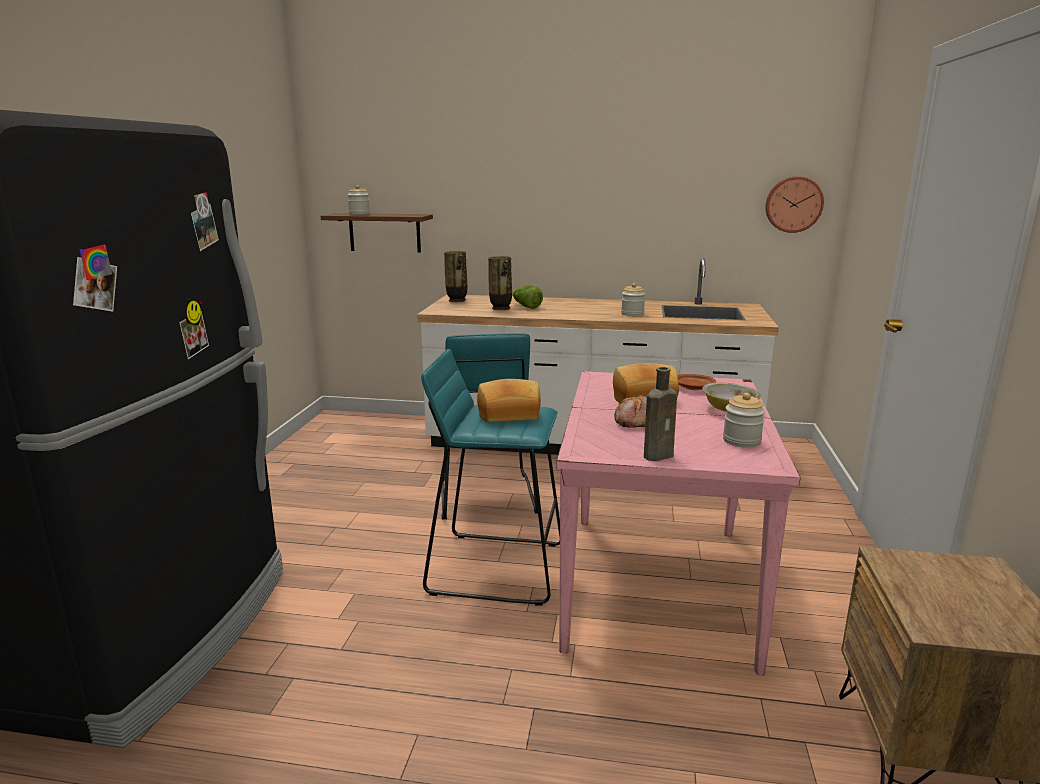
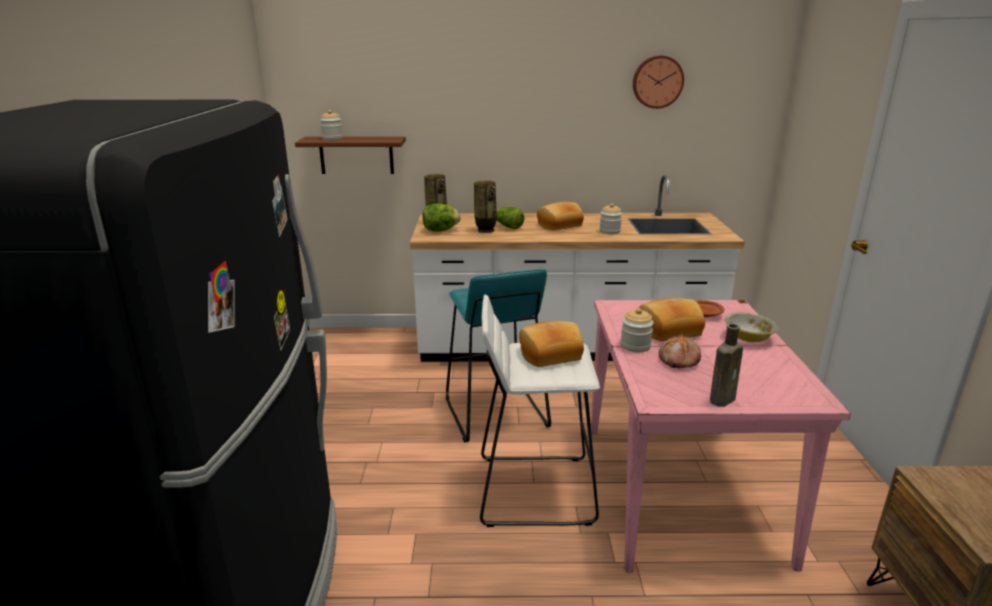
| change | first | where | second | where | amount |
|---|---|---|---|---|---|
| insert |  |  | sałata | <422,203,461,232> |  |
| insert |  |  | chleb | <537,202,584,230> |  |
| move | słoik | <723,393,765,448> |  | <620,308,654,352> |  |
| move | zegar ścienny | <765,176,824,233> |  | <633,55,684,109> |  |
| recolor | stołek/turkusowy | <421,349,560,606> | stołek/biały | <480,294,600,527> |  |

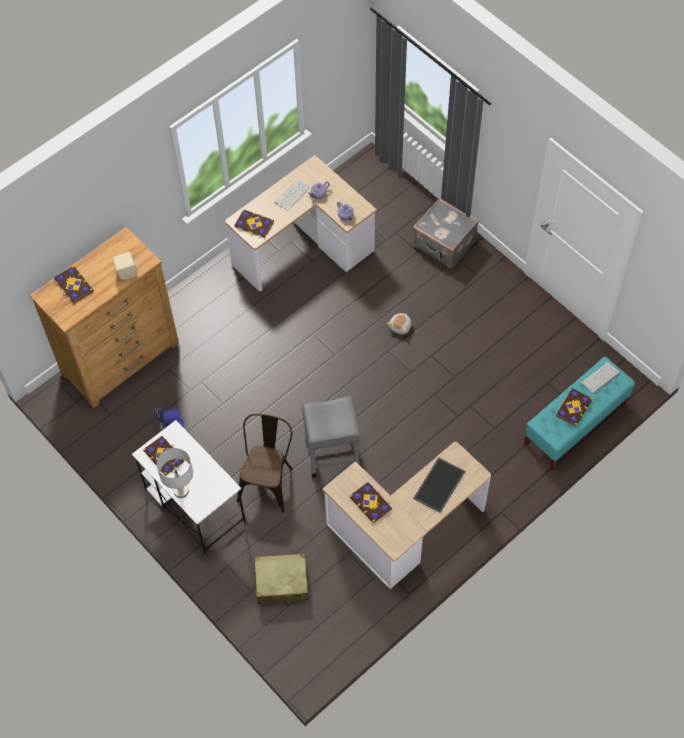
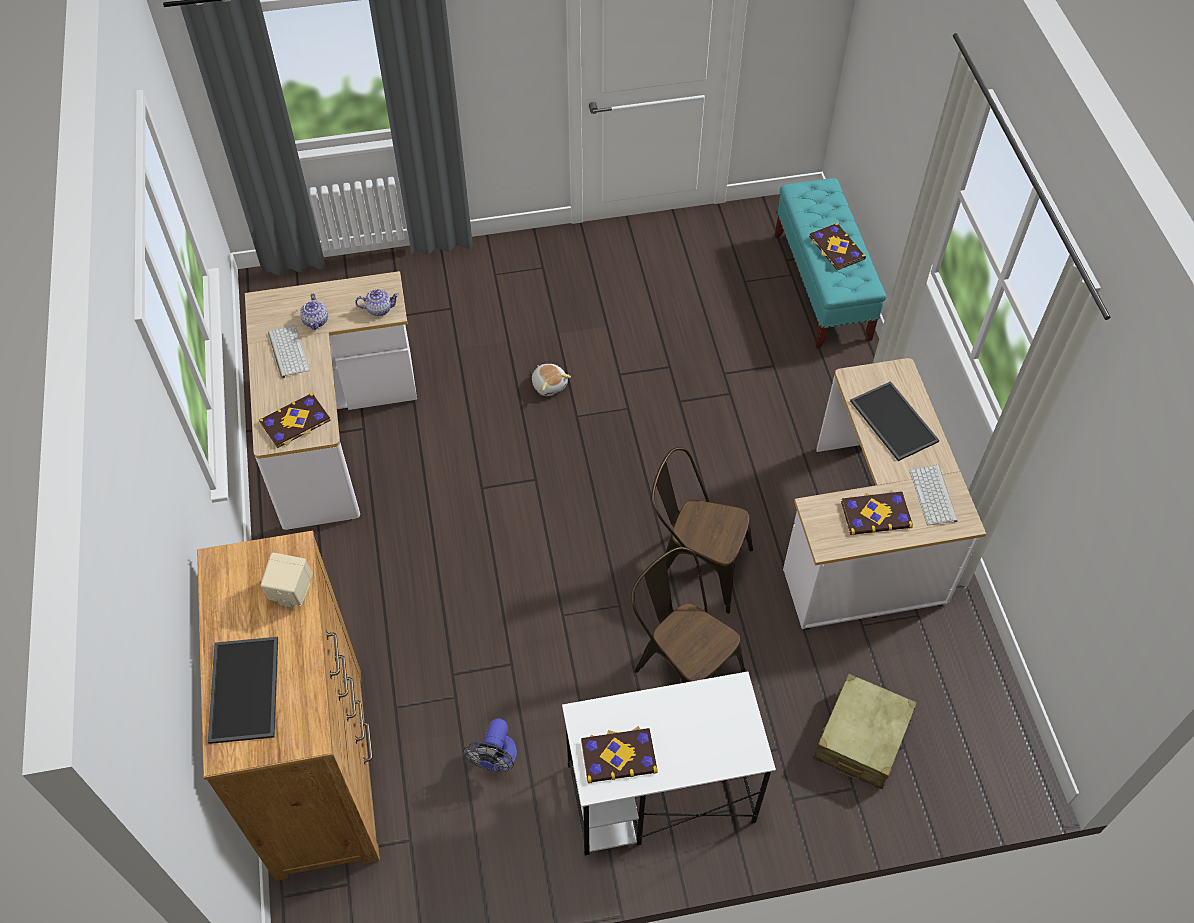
| change | first | where | second | where | amount |
|---|---|---|---|---|---|
| delete | lampa stołowa/szary | <157,448,193,498> |  |  |  |
| delete | walizka/szary | <412,198,478,269> |  |  |  |
| move | klawiatura | <581,362,620,394> |  | <909,465,958,525> |  |
| replace | książka | <54,266,94,304> | taca | <208,637,278,744> |  |
| replace | stołek/szary | <302,396,361,478> | krzesło/brązowy | <651,447,753,614> |  |

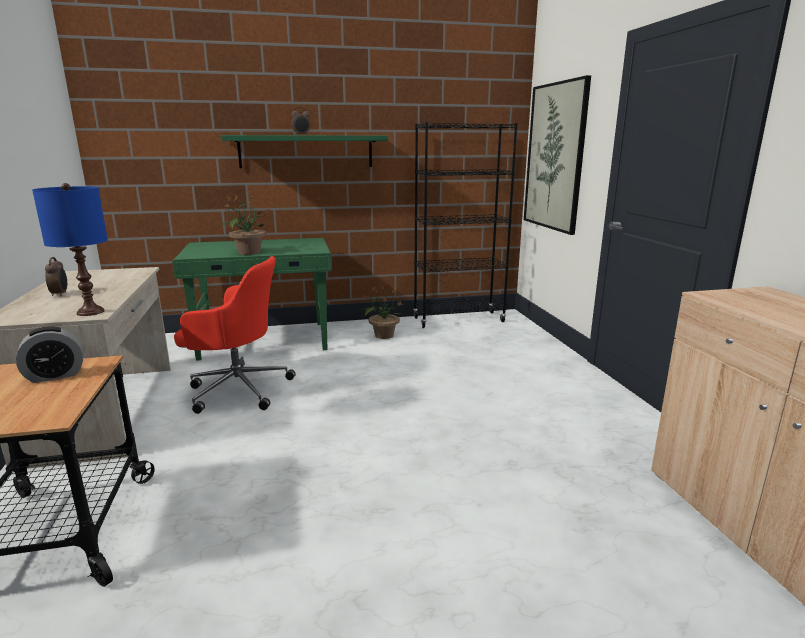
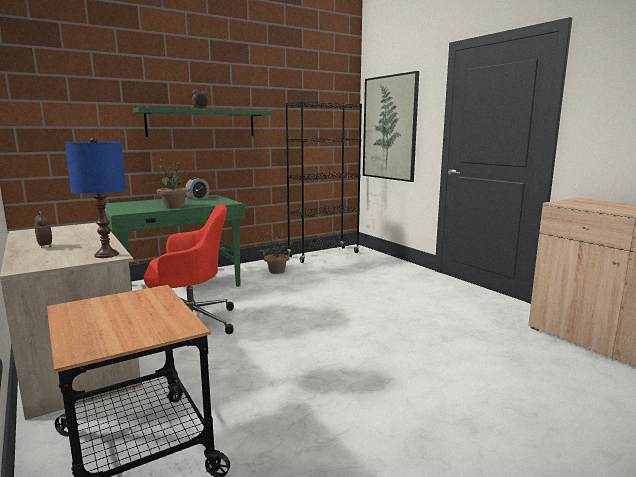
| change | first | where | second | where | amount |
|---|---|---|---|---|---|
| move | budzik | <16,326,83,383> |  | <185,177,209,200> |  |

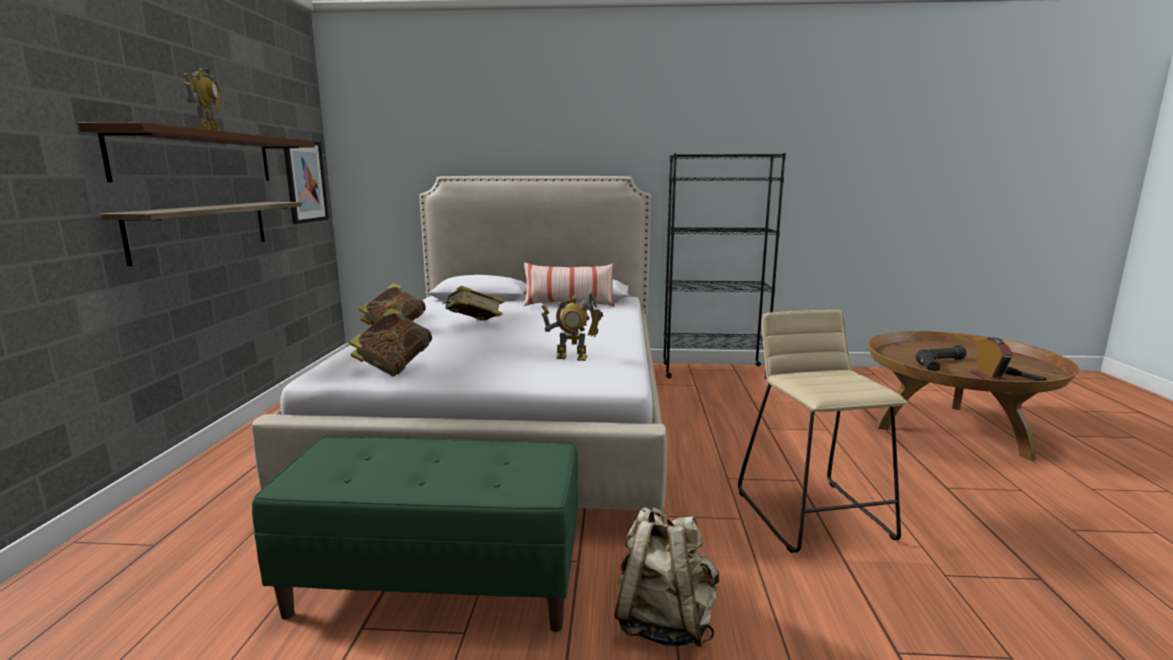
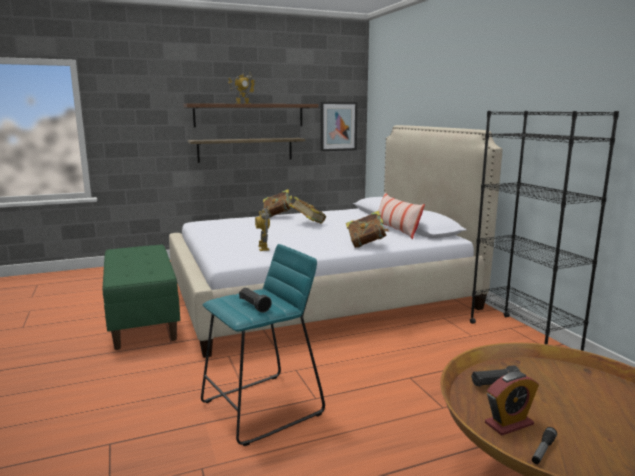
| change | first | where | second | where | amount |
|---|---|---|---|---|---|
| delete | plecak/beżowy | <614,507,719,647> |  |  |  |
| move | książka | <349,308,432,376> |  | <346,211,389,248> |  |
| move | latarka/czarny | <929,345,967,360> |  | <239,288,272,313> |  |
| recolor | stołek/beżowy | <738,310,907,553> | stołek/turkusowy | <201,244,325,446> |  |

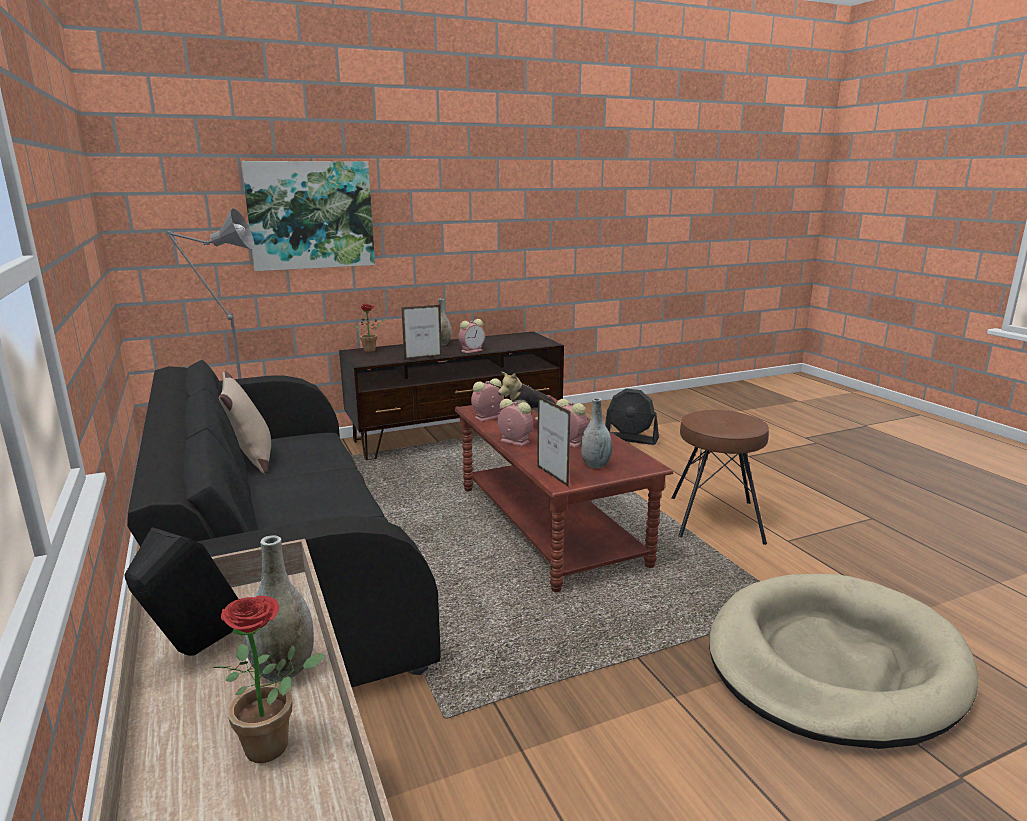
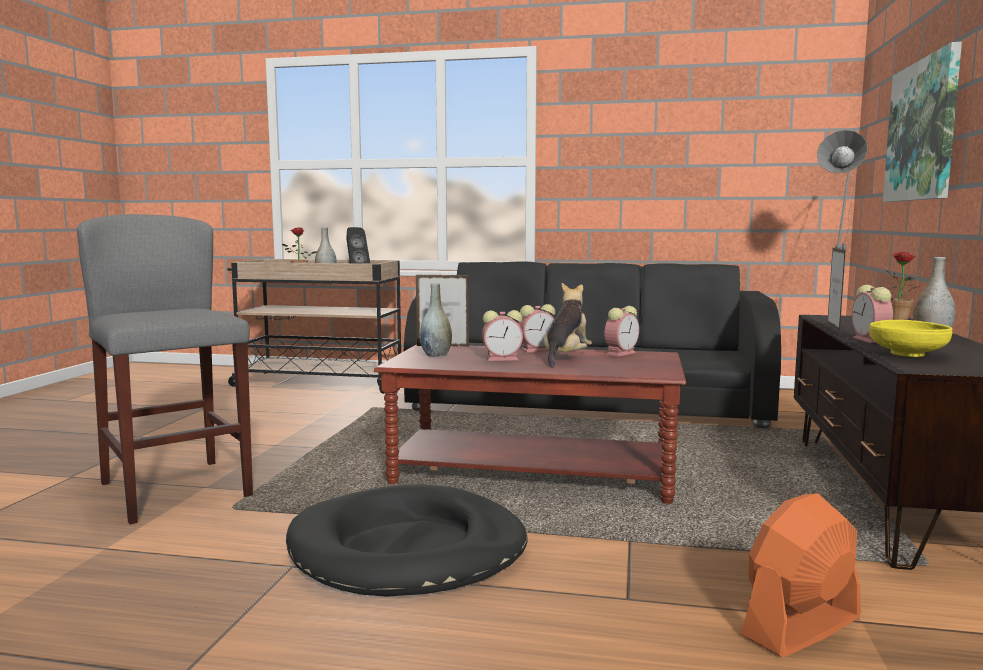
| change | first | where | second | where | amount |
|---|---|---|---|---|---|
| delete | poduszka/beżowy | <219,371,271,474> |  |  |  |
| insert |  |  | miska/żółty | <869,320,953,357> |  |
| replace | stołek/brązowy | <671,410,769,545> | legowisko/czarny | <286,484,528,597> |  |
| replace | legowisko/beżowy | <709,574,978,749> | stołek/szary | <77,214,253,524> |  |
| recolor | wentylator/czarny | <605,389,659,445> | wentylator/pomarańczowy | <741,493,861,657> |  |
| rotate | budzik | <471,378,504,422> |  | <604,306,639,357> | 45 degrees clockwise |

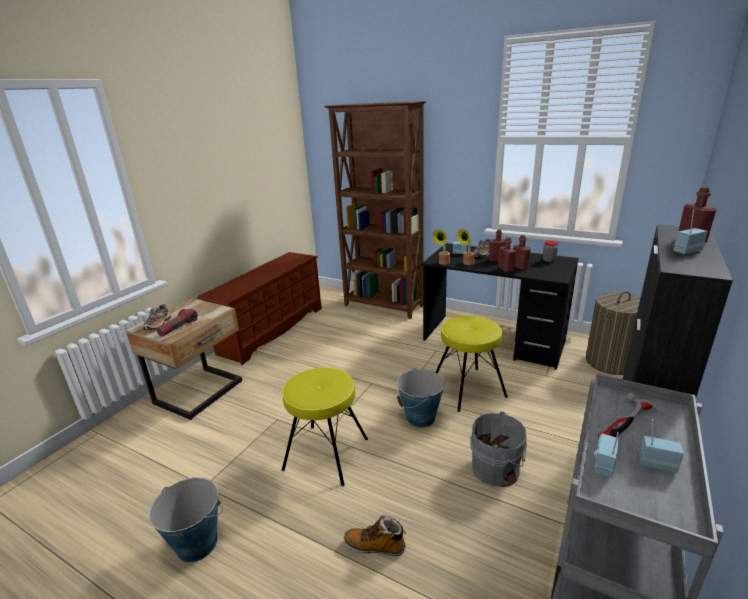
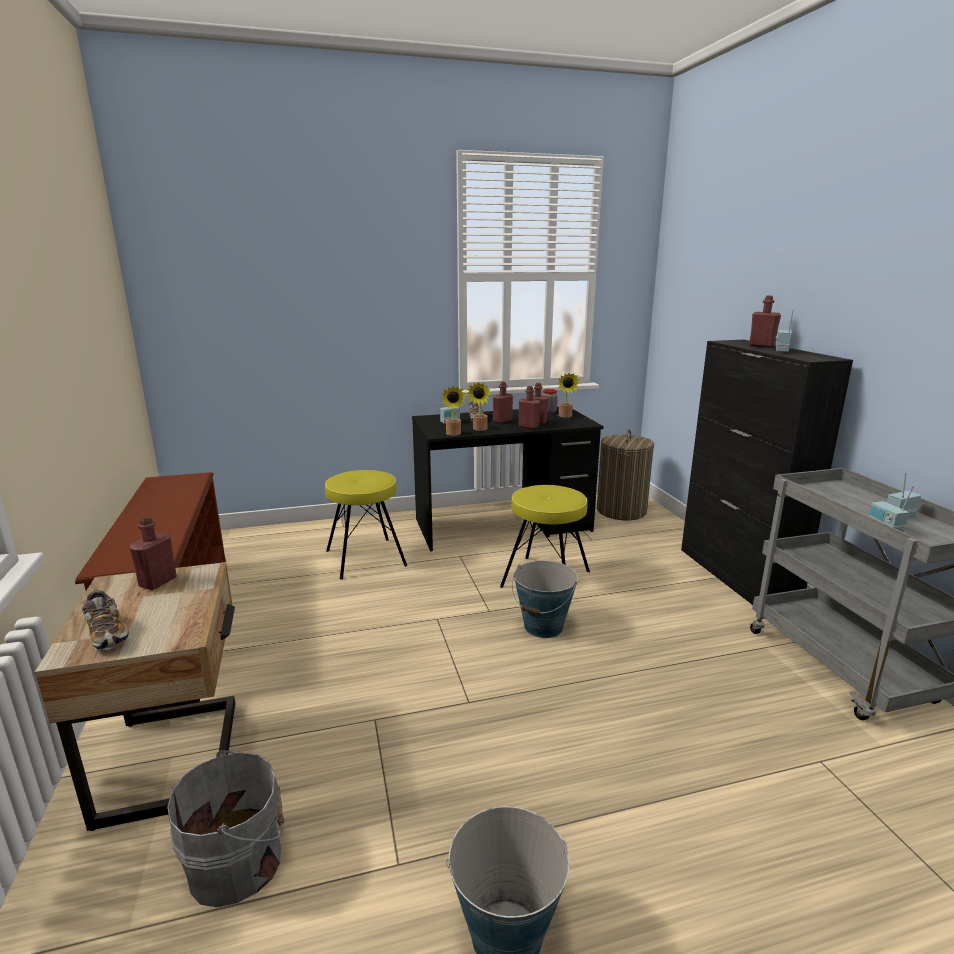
| change | first | where | second | where | amount |
|---|---|---|---|---|---|
| delete | latarka | <156,309,198,337> |  |  |  |
| delete | regał/brązowy | <324,101,427,319> |  |  |  |
| delete | but z cholewką | <344,515,406,556> |  |  |  |
| delete | młotek | <598,392,664,438> |  |  |  |
| insert |  |  | butelka/czerwony | <129,516,177,590> |  |
| insert |  |  | roślina doniczkowa | <557,373,581,418> |  |
| move | stołek/żółty | <282,367,368,486> |  | <325,470,407,580> |  |
| move | wiadro/szary | <471,411,527,487> |  | <167,750,284,907> |  |

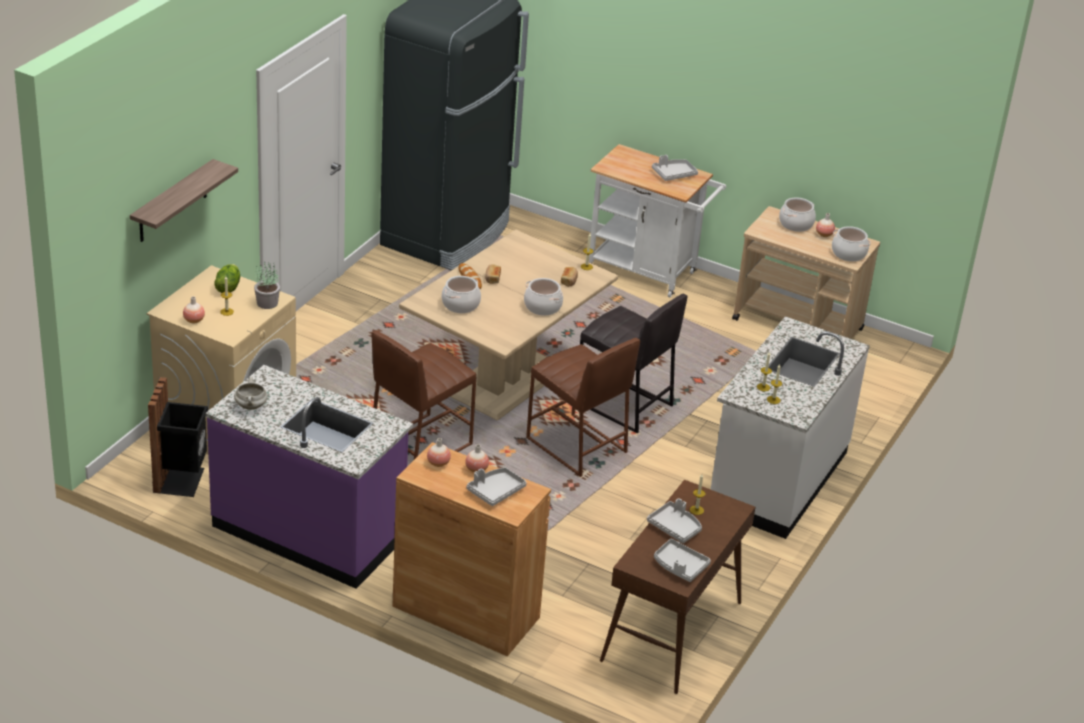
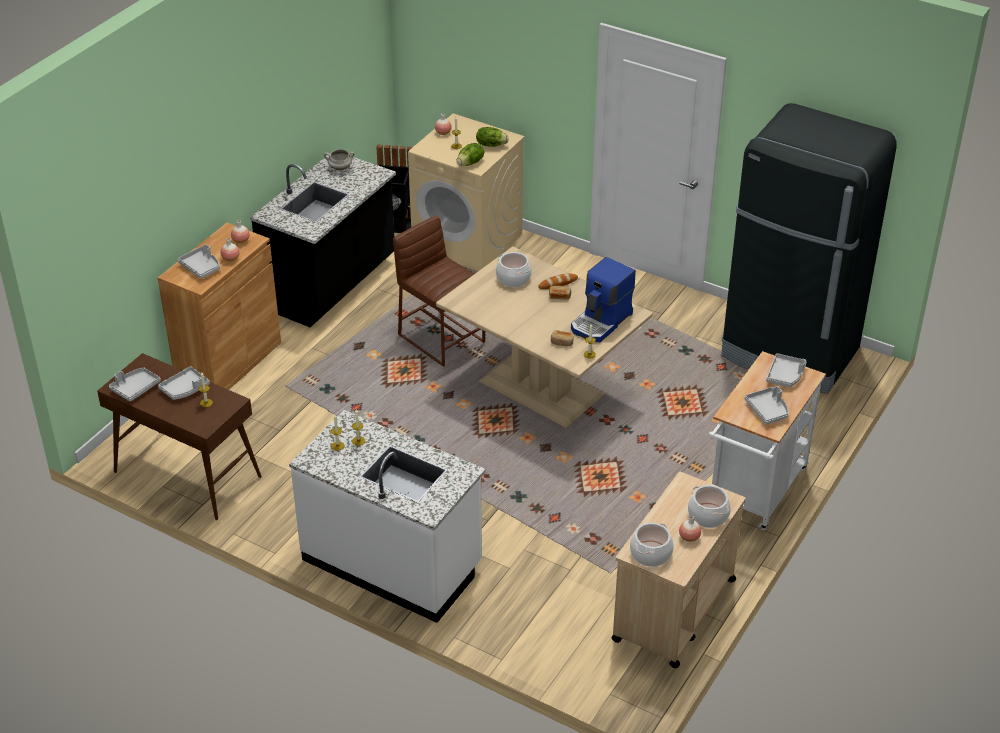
| change | first | where | second | where | amount |
|---|---|---|---|---|---|
| delete | półka | <130,159,238,242> |  |  |  |
| delete | garnek | <524,278,563,316> |  |  |  |
| delete | stołek/brązowy | <526,338,640,477> |  |  |  |
| delete | stołek/szary | <580,294,688,433> |  |  |  |
| insert |  |  | ekspres do kawy | <571,257,636,342> |  |
| insert |  |  | taca/szary | <766,353,807,387> |  |
| replace | roślina doniczkowa | <254,261,280,309> | sałata | <456,143,484,166> |  |
| recolor | zabudowa kuchenna/fioletowy | <205,365,413,589> | zabudowa kuchenna/czarny | <250,150,396,327> |  |

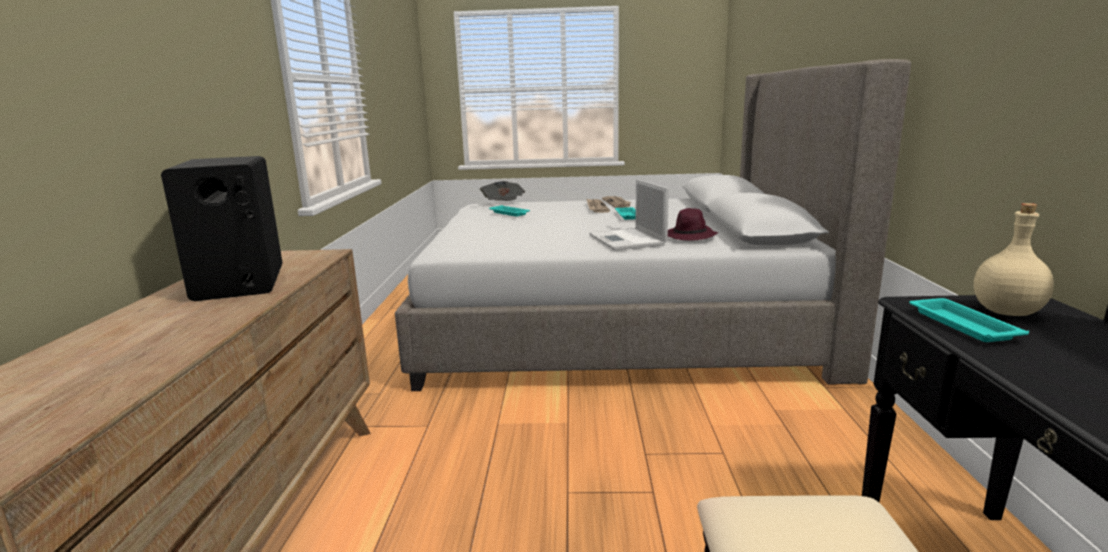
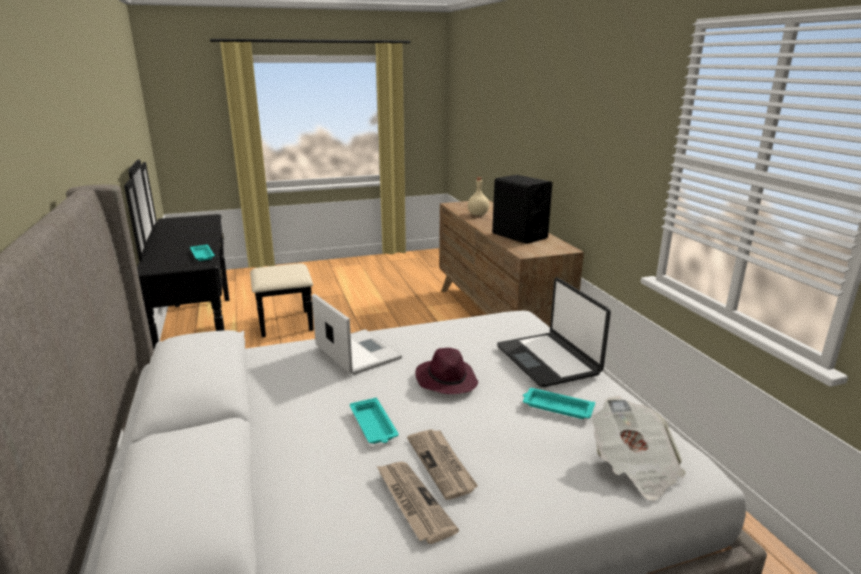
| change | first | where | second | where | amount |
|---|---|---|---|---|---|
| insert |  |  | laptop | <497,278,611,387> |  |
| move | kapelusz/fioletowy | <668,208,718,241> |  | <415,348,478,394> |  |
| move | butelka/beżowy | <974,203,1054,316> |  | <468,177,489,216> |  |

